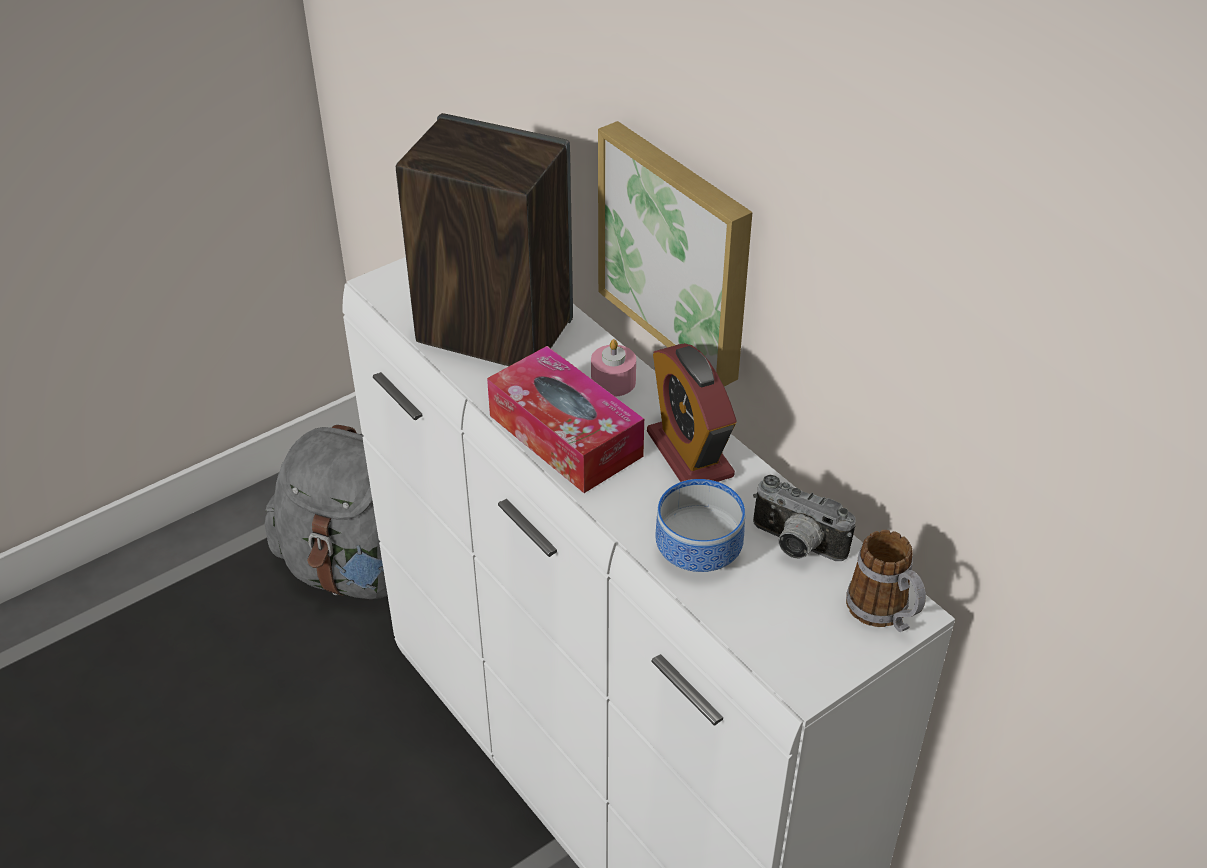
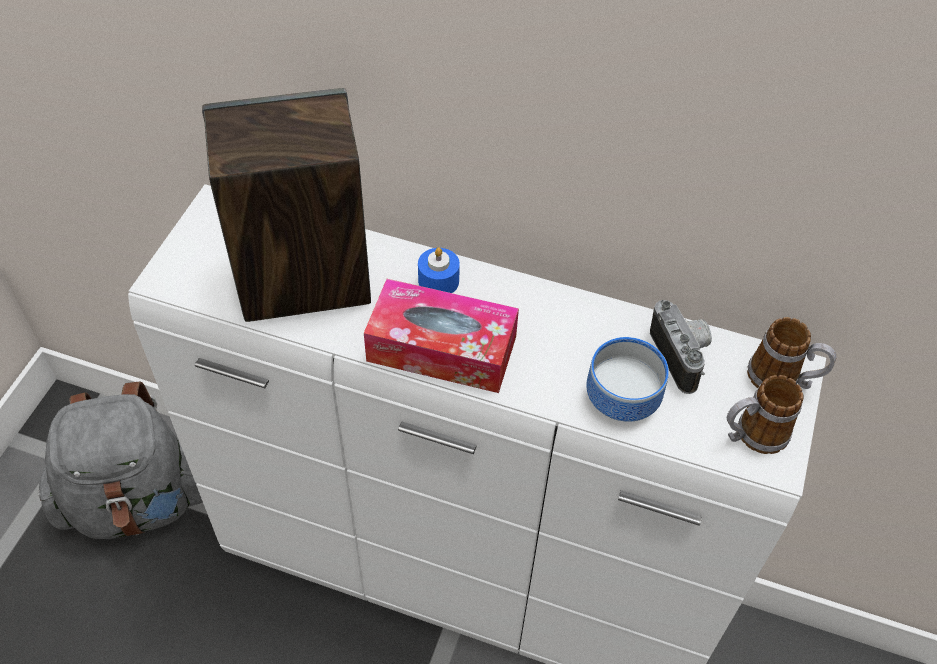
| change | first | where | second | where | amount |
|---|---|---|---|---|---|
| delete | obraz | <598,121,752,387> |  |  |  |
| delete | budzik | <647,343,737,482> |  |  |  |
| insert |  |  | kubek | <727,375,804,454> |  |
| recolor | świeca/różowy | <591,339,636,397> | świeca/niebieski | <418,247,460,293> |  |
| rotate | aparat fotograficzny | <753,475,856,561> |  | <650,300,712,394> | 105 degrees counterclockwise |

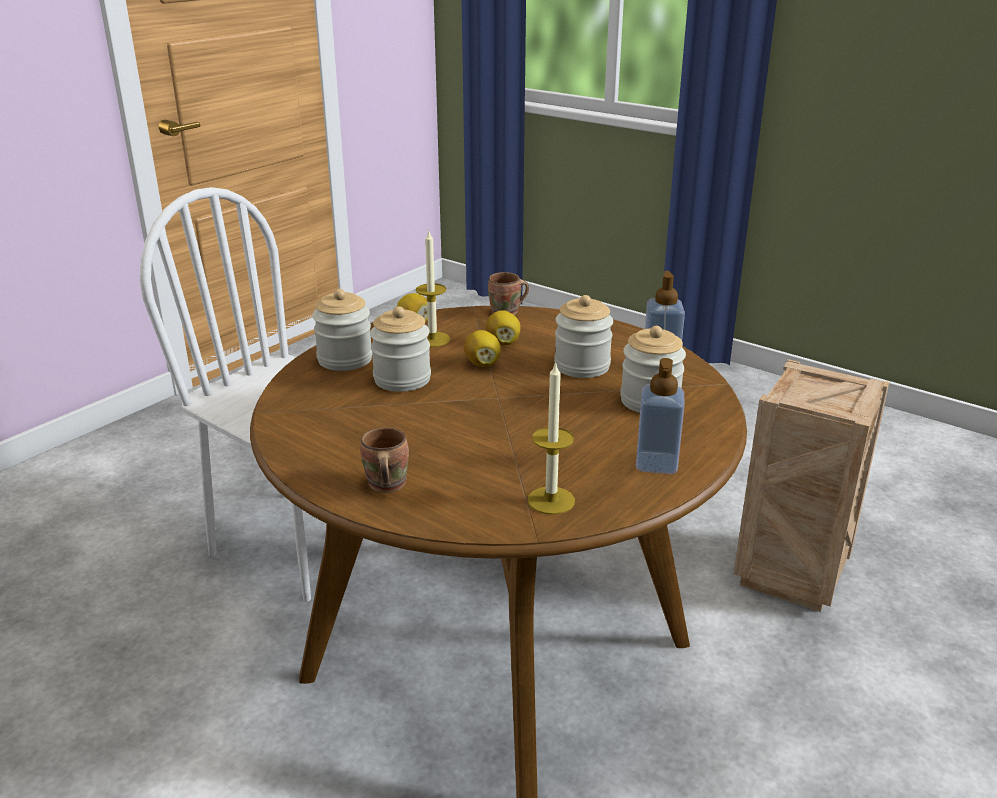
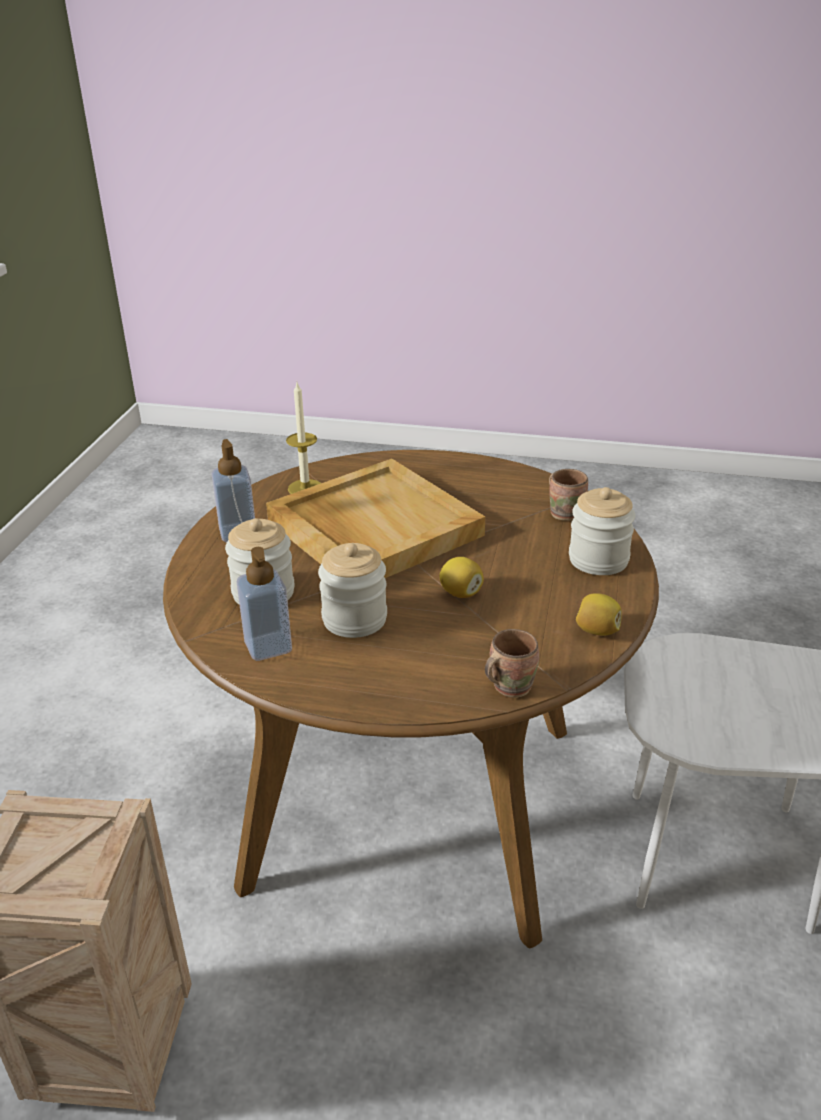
| change | first | where | second | where | amount |
|---|---|---|---|---|---|
| delete | słoik | <370,306,431,392> |  |  |  |
| delete | świeca | <416,231,450,347> |  |  |  |
| delete | cytryna | <486,310,521,345> |  |  |  |
| insert |  |  | taca/beżowy | <266,458,485,578> |  |
| move | kubek/brązowy | <360,427,409,493> |  | <549,469,588,521> |  |

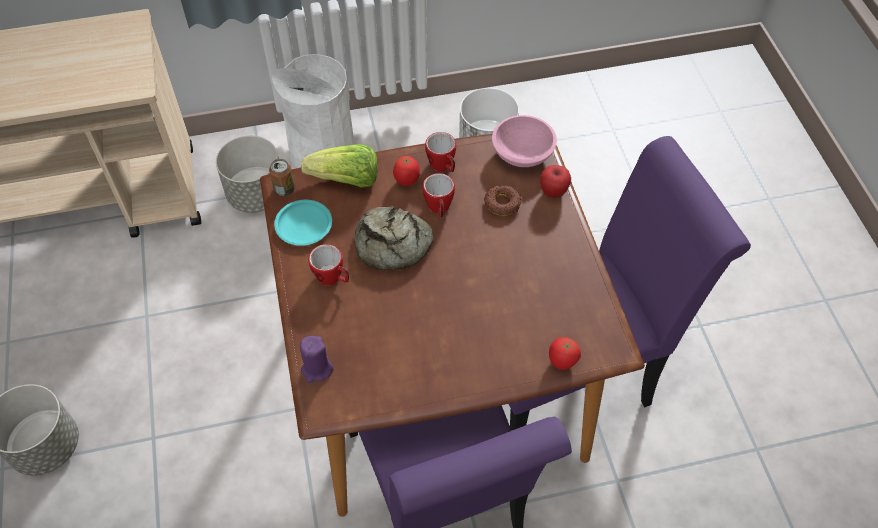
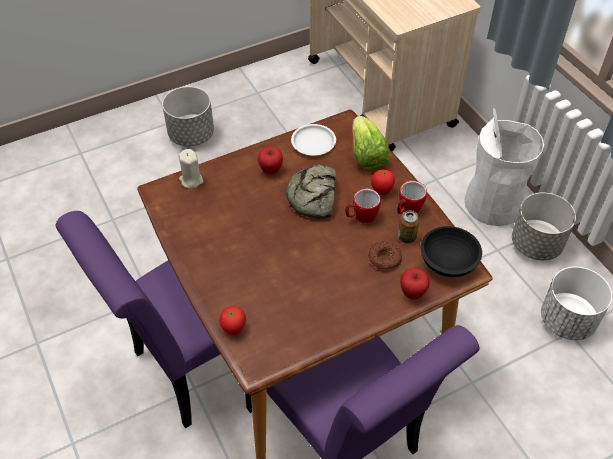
| change | first | where | second | where | amount |
|---|---|---|---|---|---|
| move | donica/szary | <216,136,279,213> |  | <512,192,576,260> |  |
| move | puszka | <269,159,295,196> |  | <398,210,420,243> |  |
| replace | kubek | <309,244,349,286> | jabłko | <258,146,283,174> |  |
| recolor | talerz/turkusowy | <274,200,332,246> | talerz/biały | <291,124,336,156> |  |
| recolor | świeca/fioletowy | <300,336,334,383> | świeca/beżowy | <178,149,203,189> |  |
| recolor | miska/różowy | <492,115,557,167> | miska/czarny | <421,226,482,277> |  |

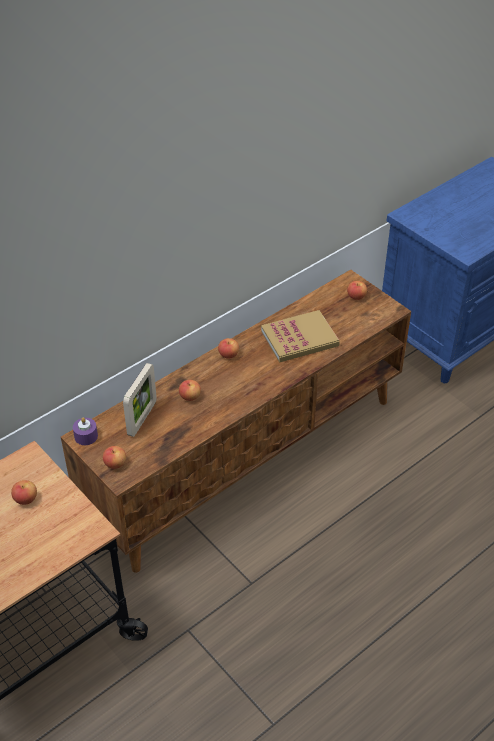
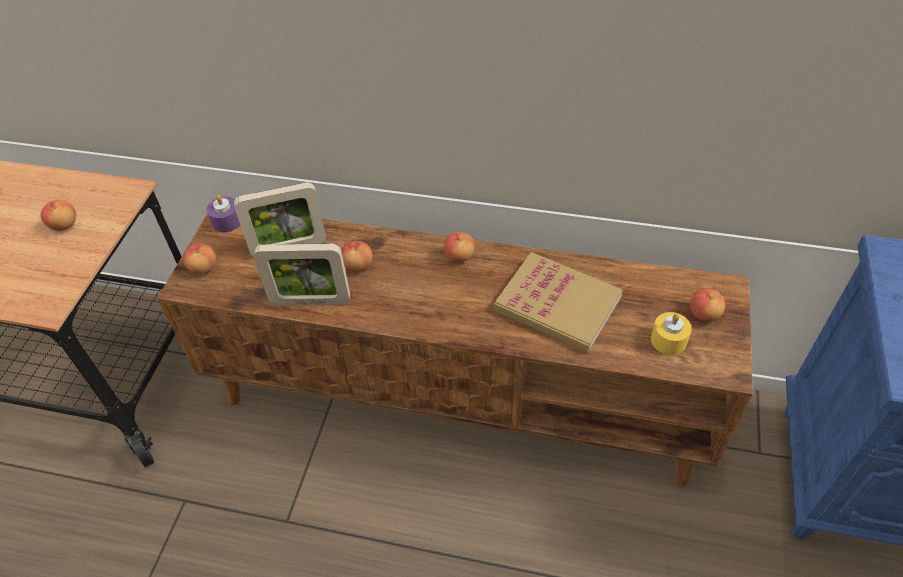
| change | first | where | second | where | amount |
|---|---|---|---|---|---|
| insert |  |  | ramka na zdjęcie | <254,244,350,306> |  |
| insert |  |  | świeca/żółty | <651,312,692,355> |  |

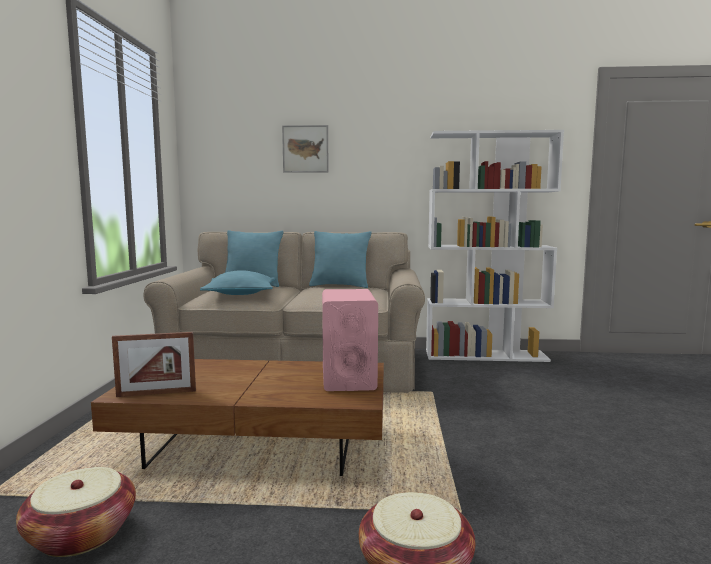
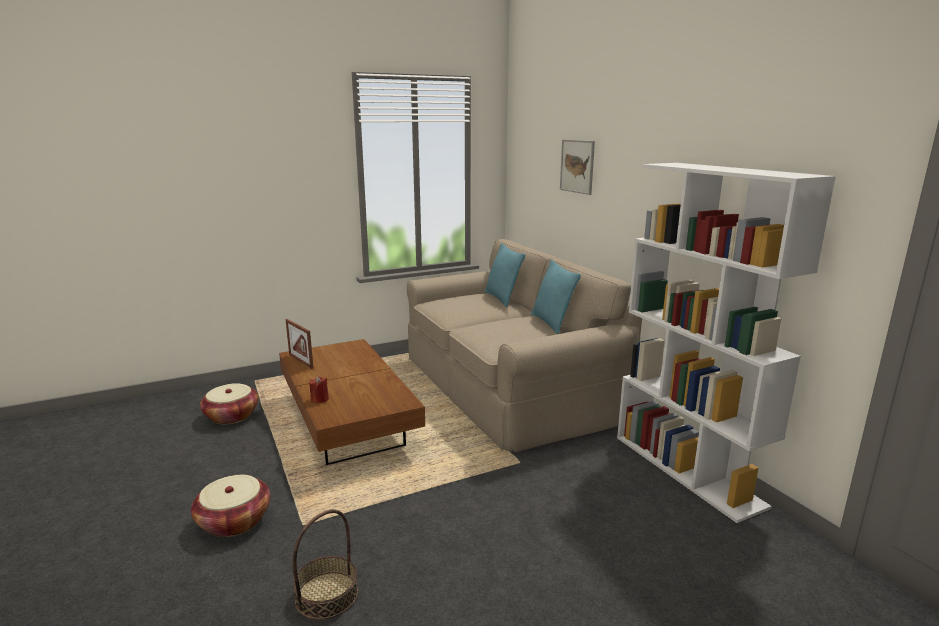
| change | first | where | second | where | amount |
|---|---|---|---|---|---|
| delete | poduszka/turkusowy | <200,270,275,295> |  |  |  |
| delete | głośnik/różowy | <322,289,378,391> |  |  |  |
| insert |  |  | koszyk | <293,509,358,620> |  |
| insert |  |  | świeca/czerwony | <309,376,329,403> |  |

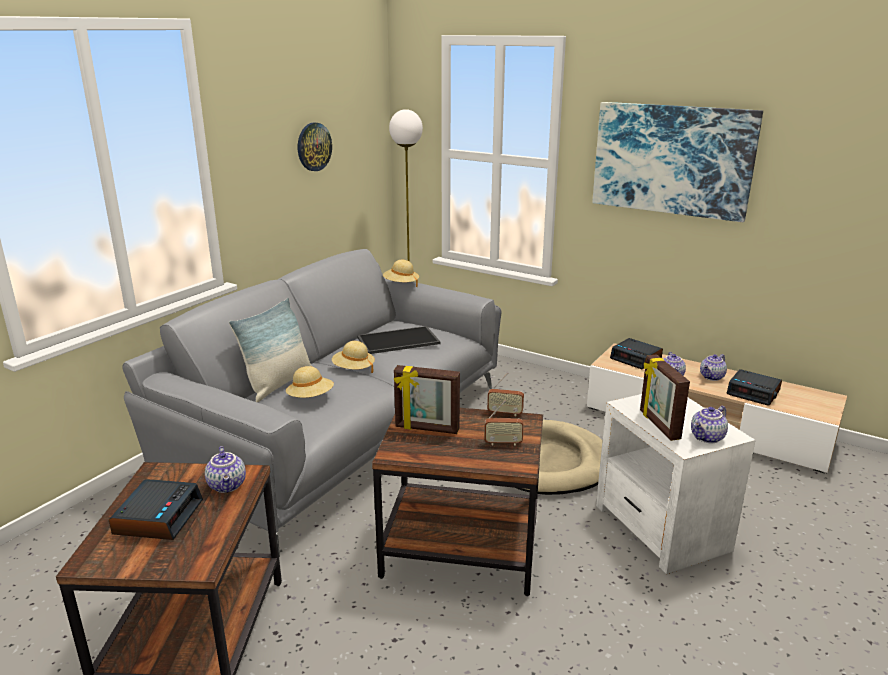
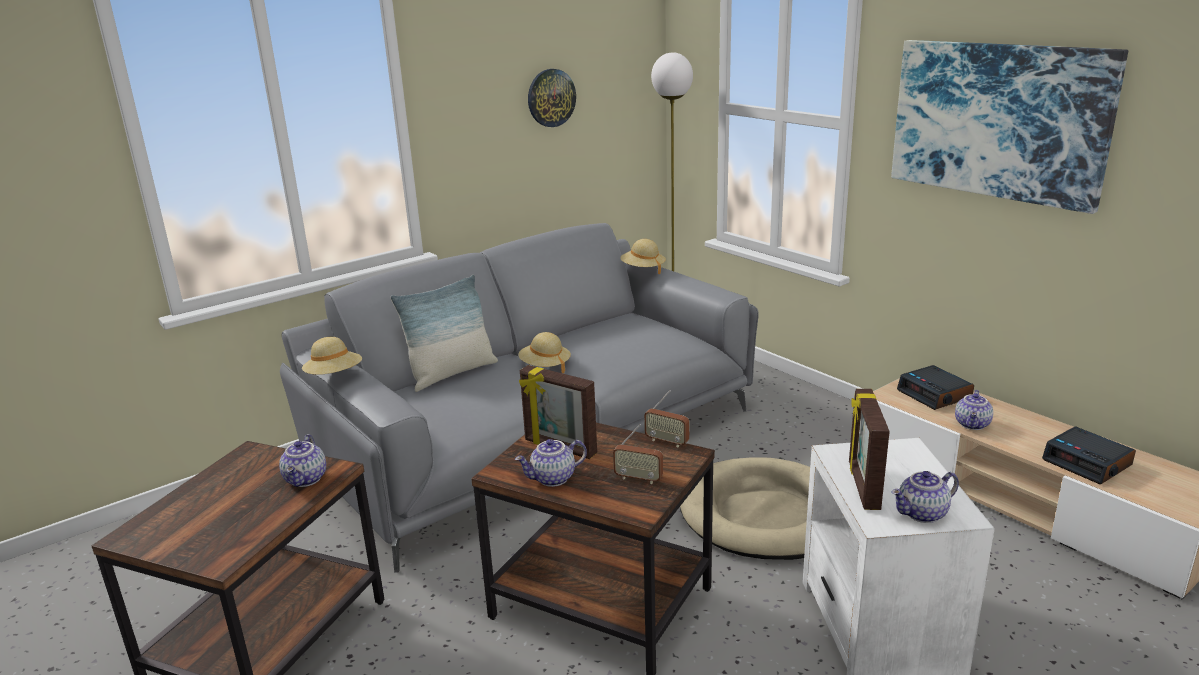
| change | first | where | second | where | amount |
|---|---|---|---|---|---|
| delete | budzik | <109,479,203,540> |  |  |  |
| delete | taca | <357,326,441,354> |  |  |  |
| move | kapelusz/beżowy | <286,366,334,398> |  | <302,337,362,375> |  |
| move | imbryk | <700,354,727,381> |  | <515,439,587,487> |  |

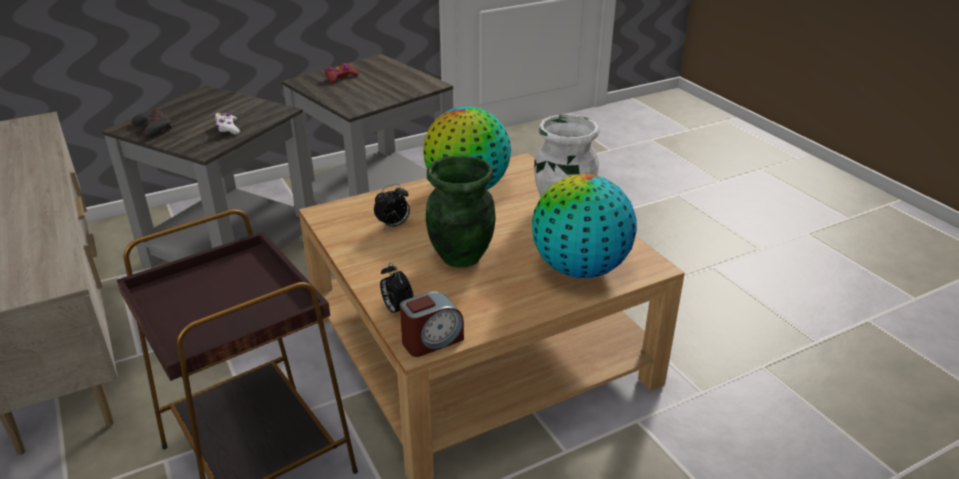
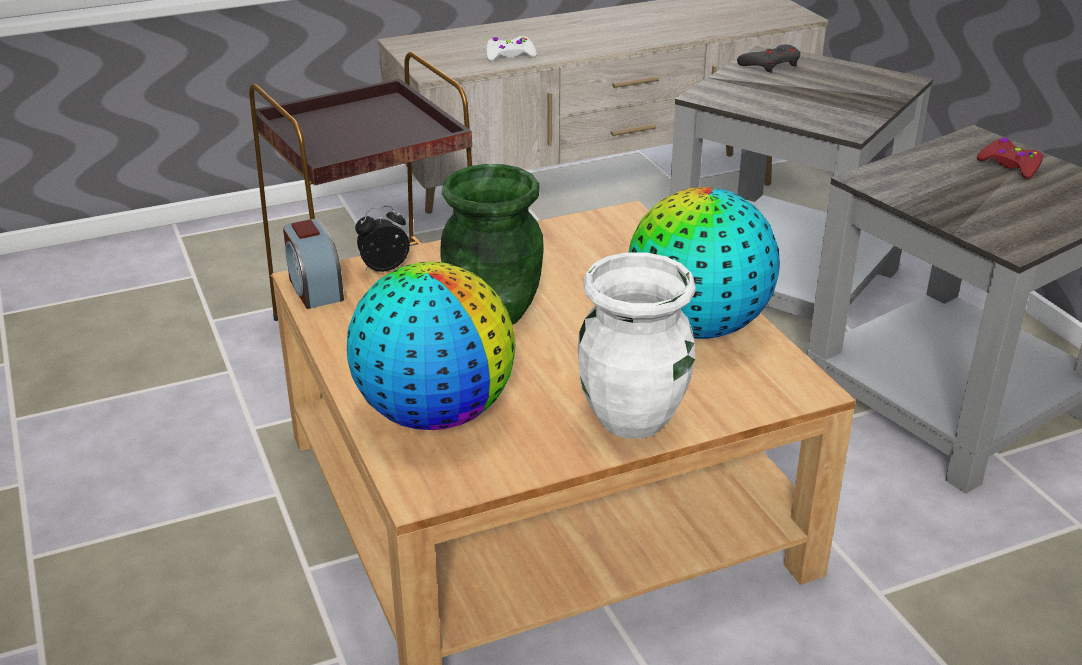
| change | first | where | second | where | amount |
|---|---|---|---|---|---|
| delete | budzik | <374,184,410,229> |  |  |  |
| move | pad do gier/biały | <215,113,240,135> |  | <486,36,537,61> |  |

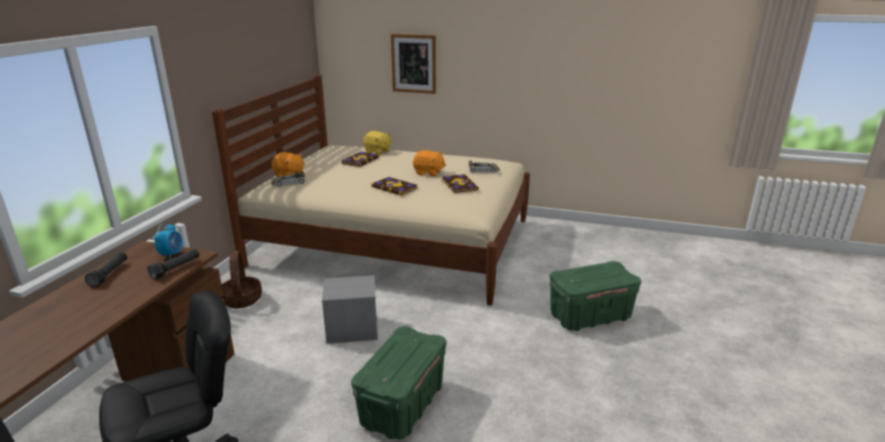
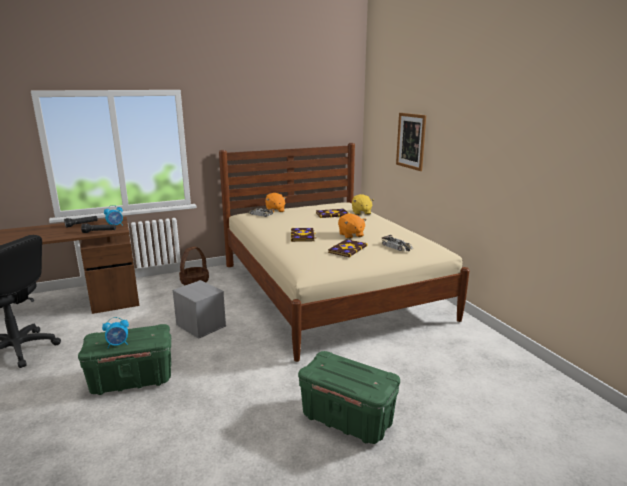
| change | first | where | second | where | amount |
|---|---|---|---|---|---|
| insert |  |  | budzik | <102,317,129,348> |  |

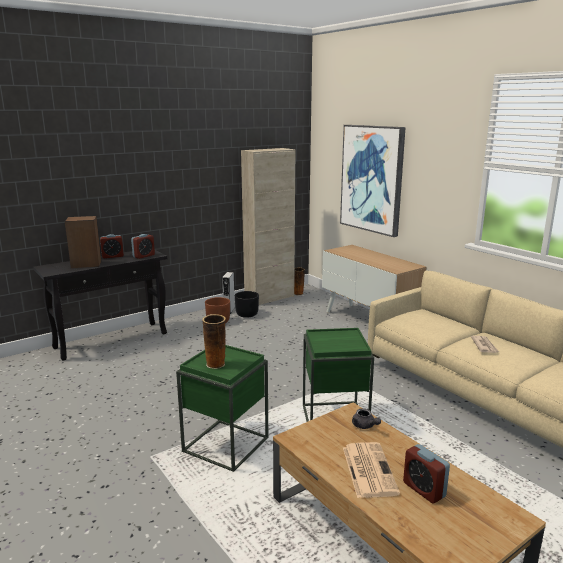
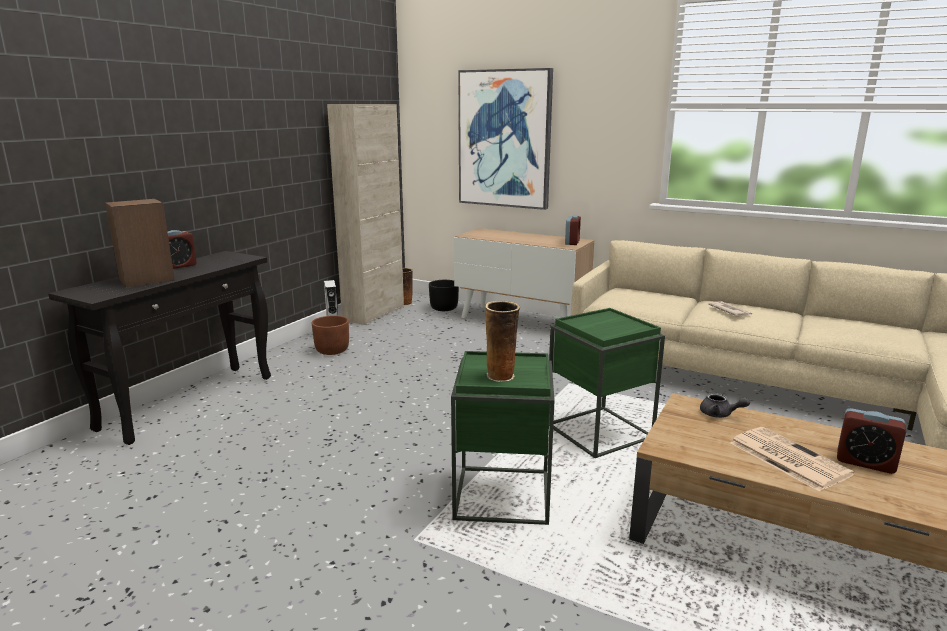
| change | first | where | second | where | amount |
|---|---|---|---|---|---|
| move | budzik | <131,234,155,259> |  | <565,215,581,245> |  |
| move | donica/czarny | <235,291,259,318> |  | <429,280,459,311> |  |

